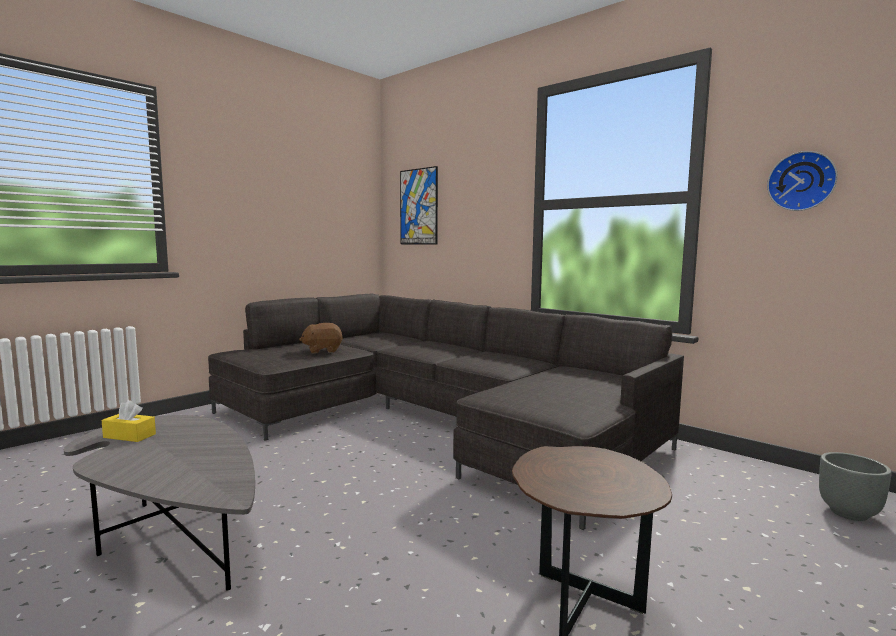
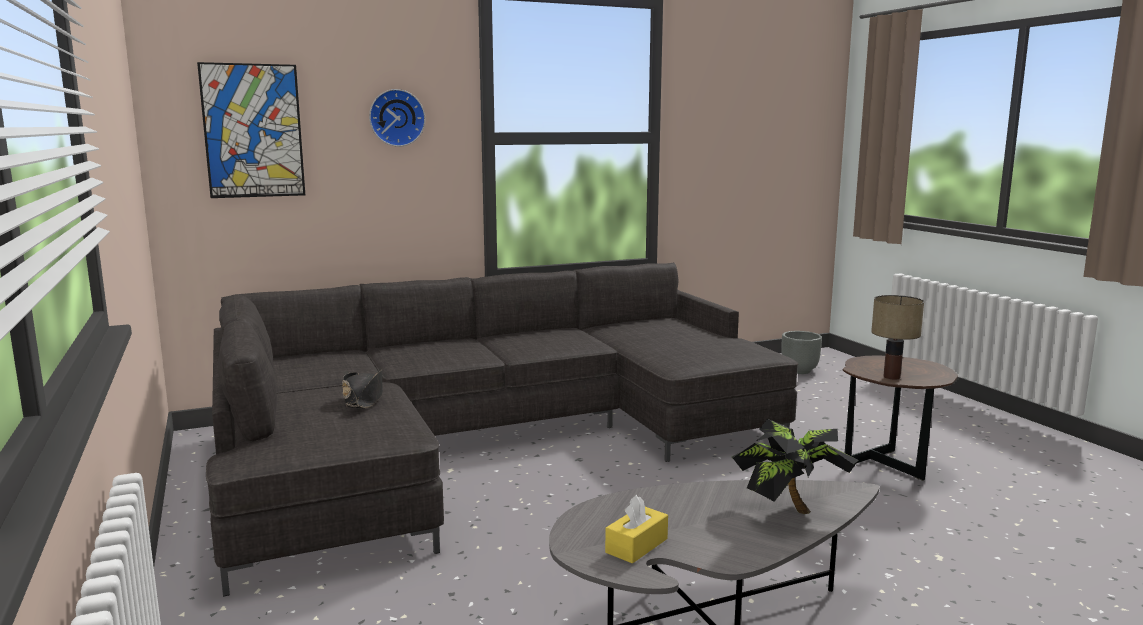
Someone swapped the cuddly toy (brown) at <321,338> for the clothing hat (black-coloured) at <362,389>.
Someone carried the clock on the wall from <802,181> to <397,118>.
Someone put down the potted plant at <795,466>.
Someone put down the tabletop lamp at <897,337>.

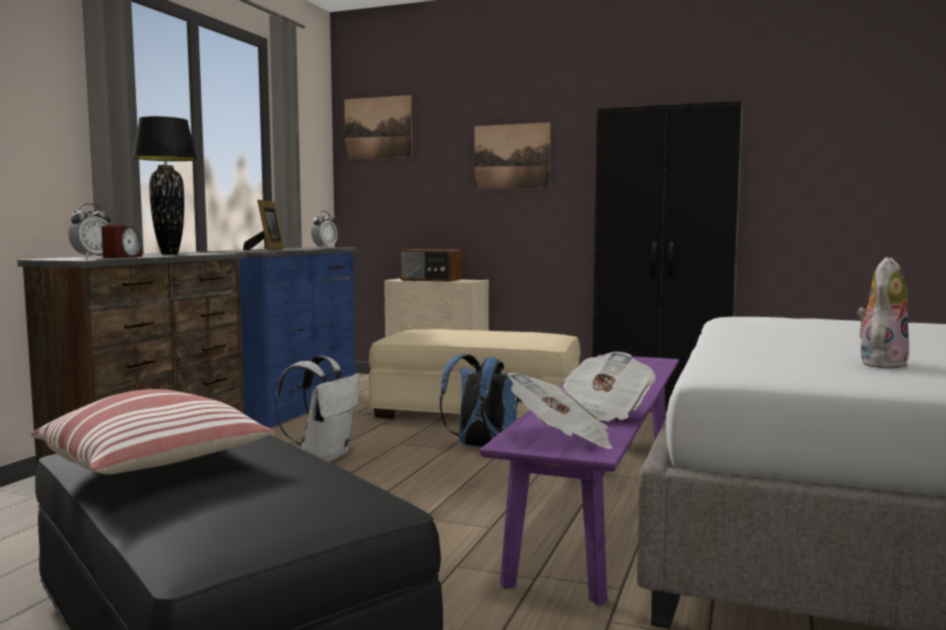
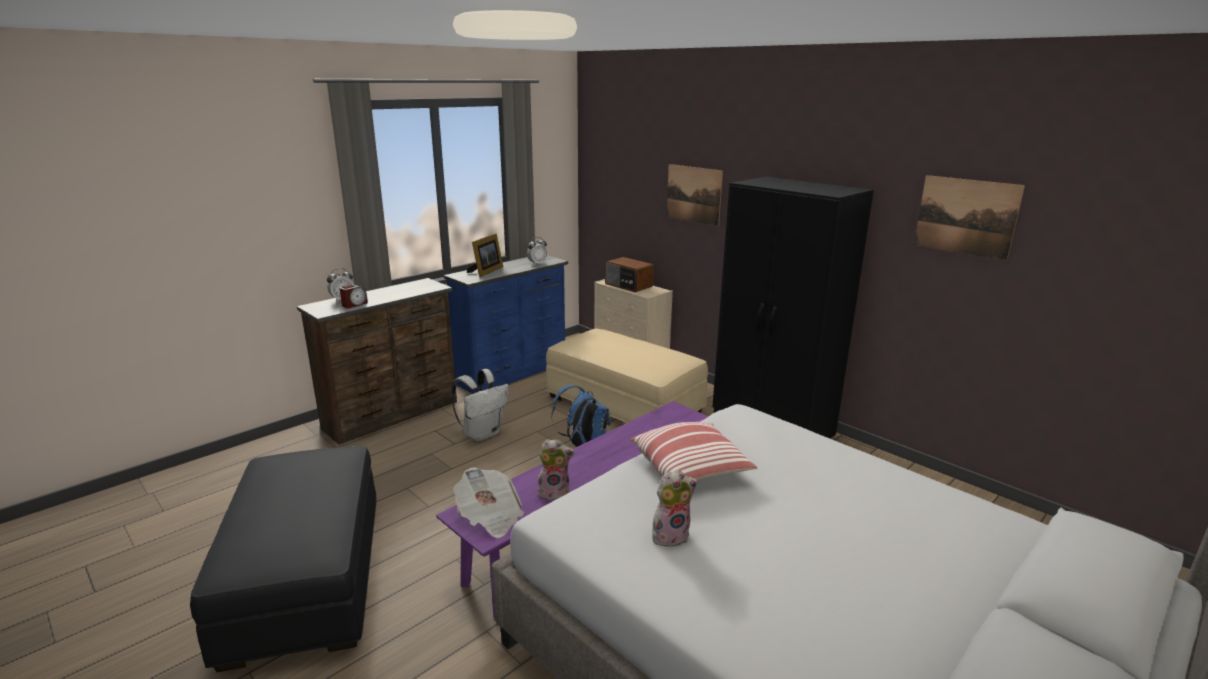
Someone swapped the newspaper at <609,386> for the cuddly toy at <556,469>.
Someone carried the cushion from <152,432> to <693,451>.
Someone carried the picture from <378,127> to <969,218>.
Someone took away the tabletop lamp (black-coloured) at <164,185>.

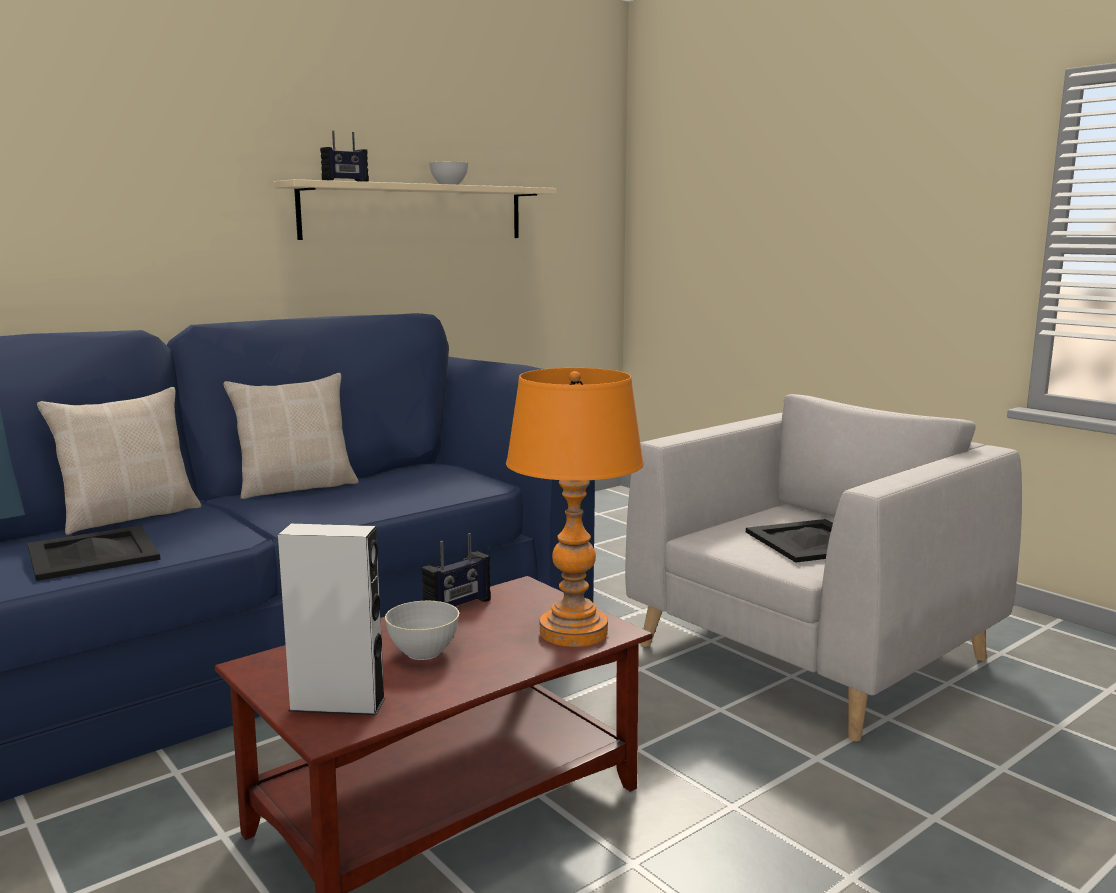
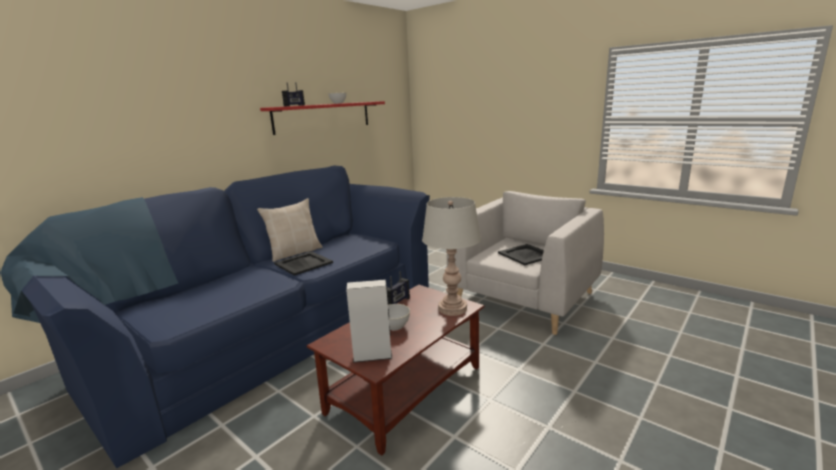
Someone repainted the wall shelf (beige) at <415,209>, which became the wall shelf (reddish) at <322,118>.
Someone carried the serving tray (black-coloured) from <94,553> to <303,263>.
Someone repainted the tabletop lamp (orange-coloured) at <575,507>, which became the tabletop lamp (greyish) at <451,256>.
Someone took away the cushion (beige) at <119,461>.

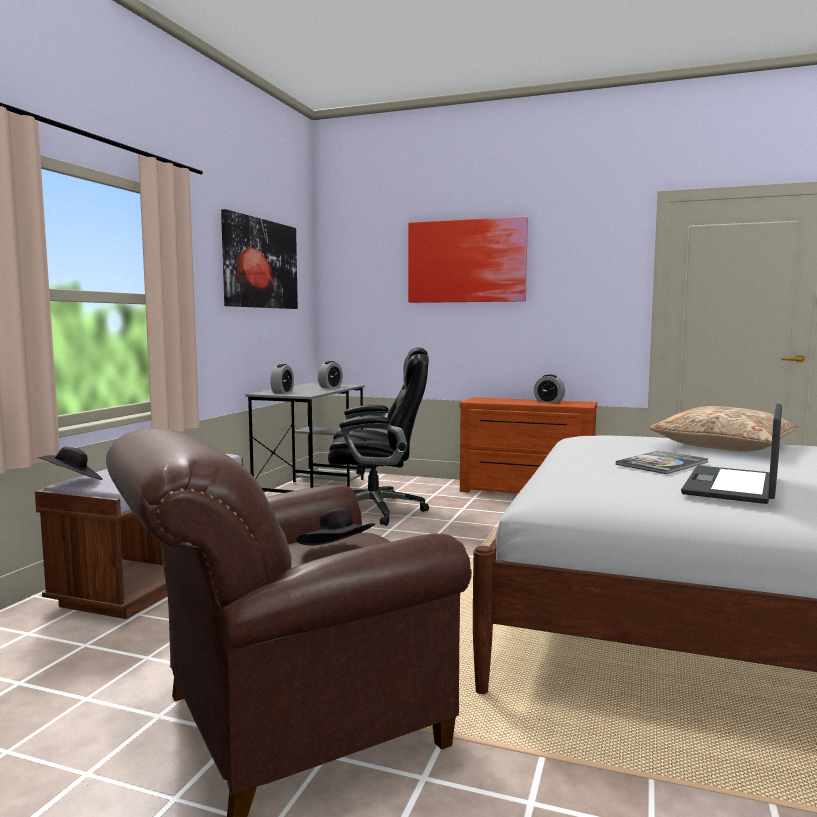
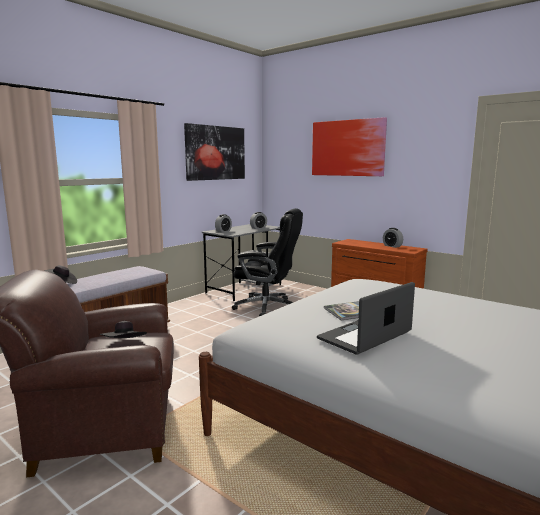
Someone took away the cushion (beige) at <724,429>.

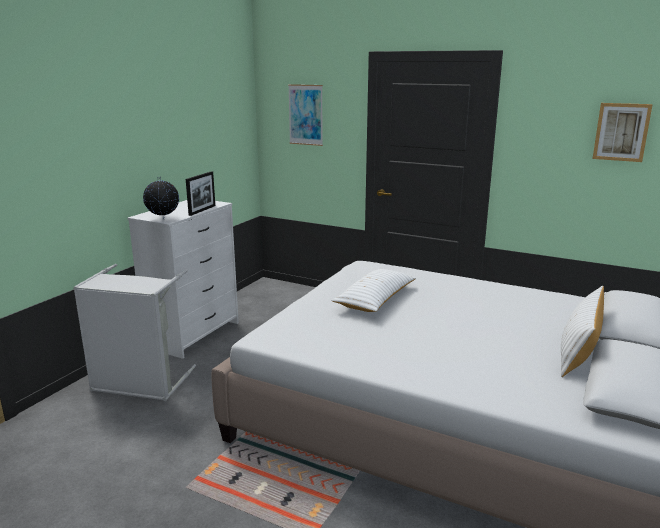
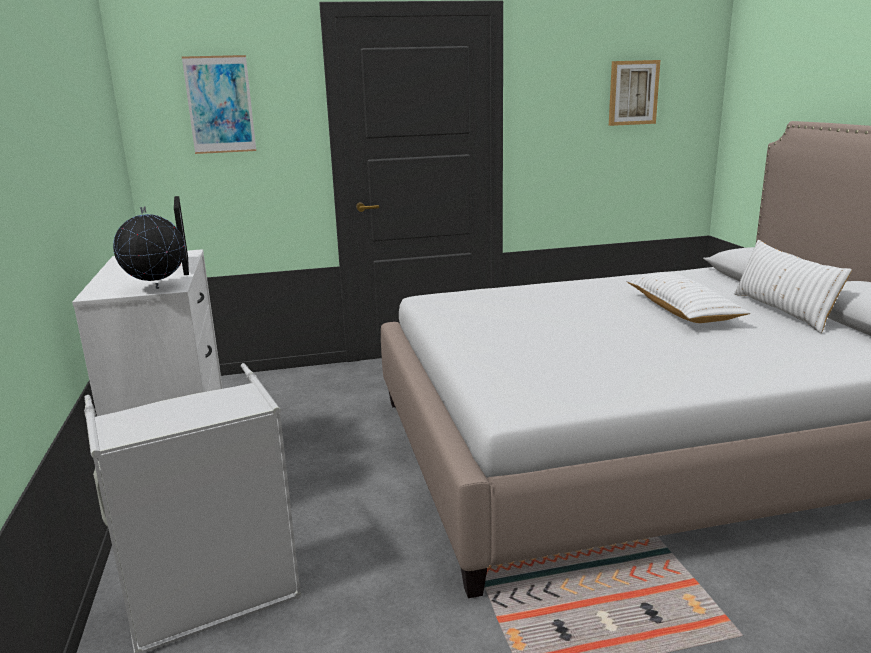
Someone carried the cushion (whitish) from <373,290> to <688,298>.

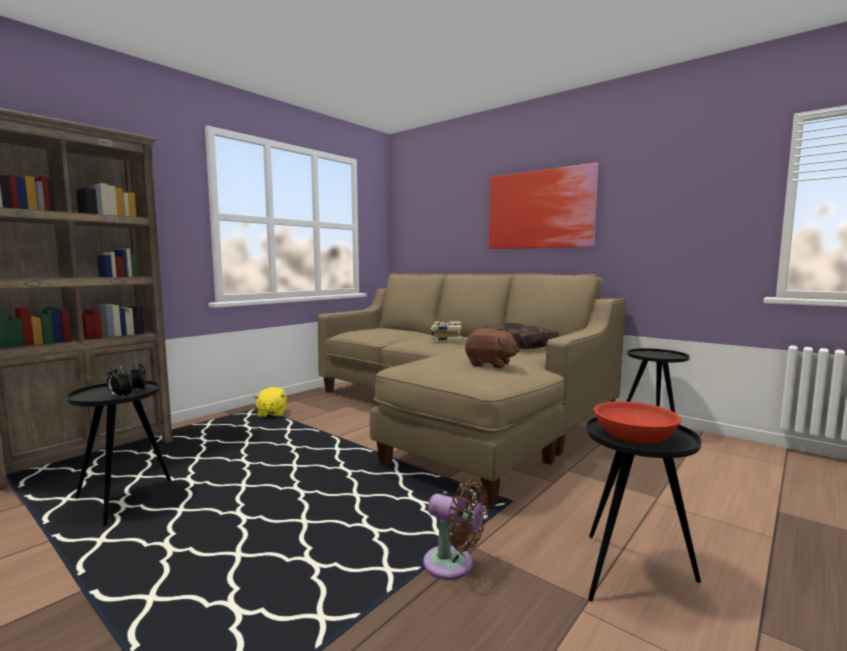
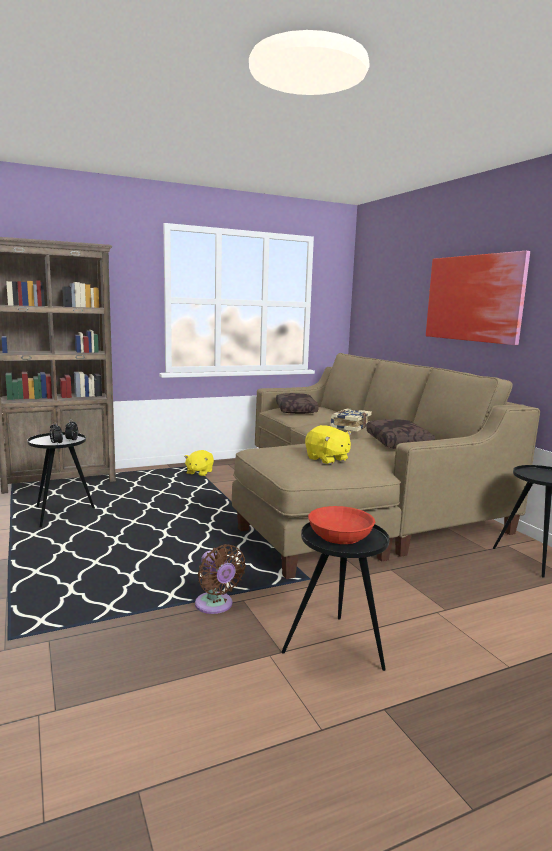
Someone put down the cushion (brown) at <297,403>.
Someone repainted the cuddly toy (brown) at <492,348>, which became the cuddly toy (yellowish) at <328,444>.

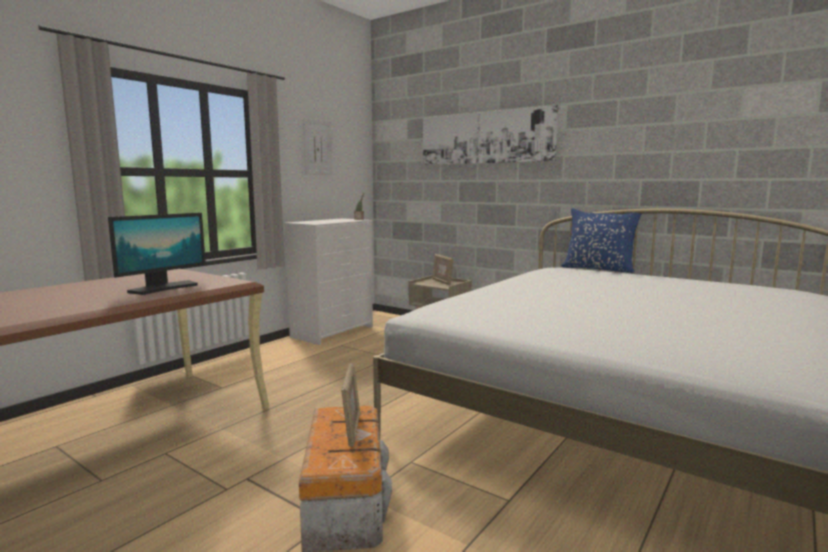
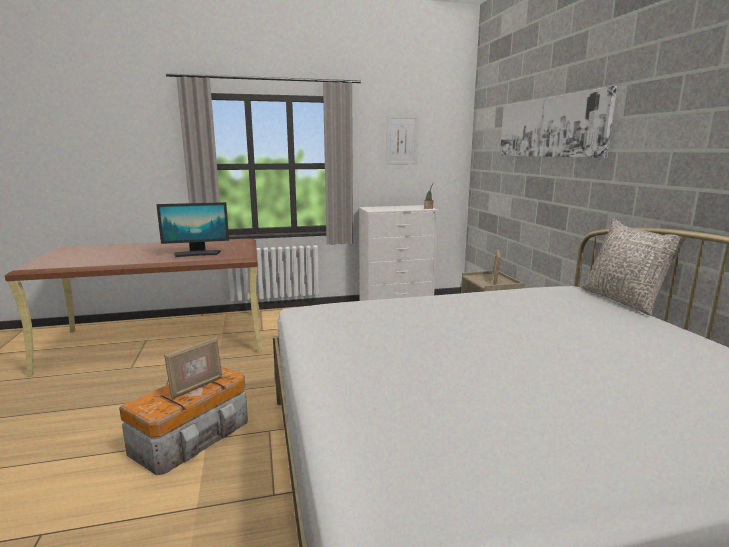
Someone repainted the cushion (blue-coloured) at <601,240>, which became the cushion (greyish) at <634,267>.

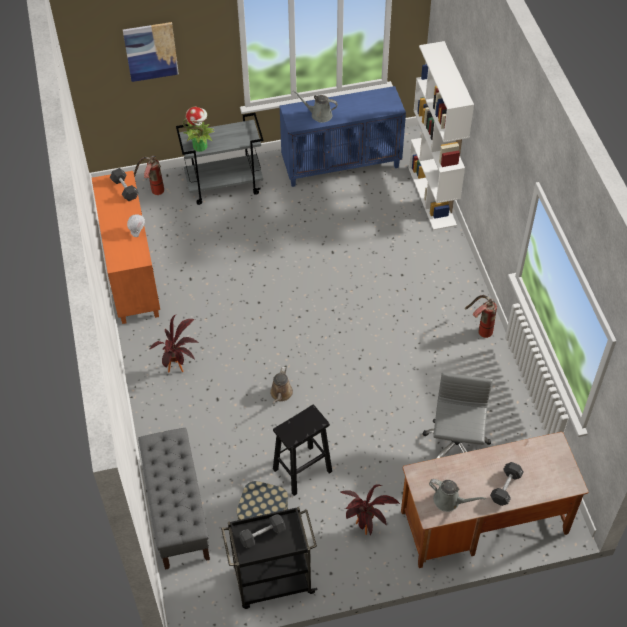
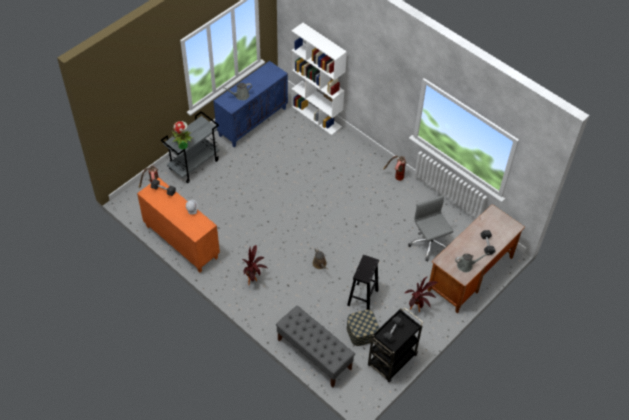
Someone took away the picture at <151,52>.

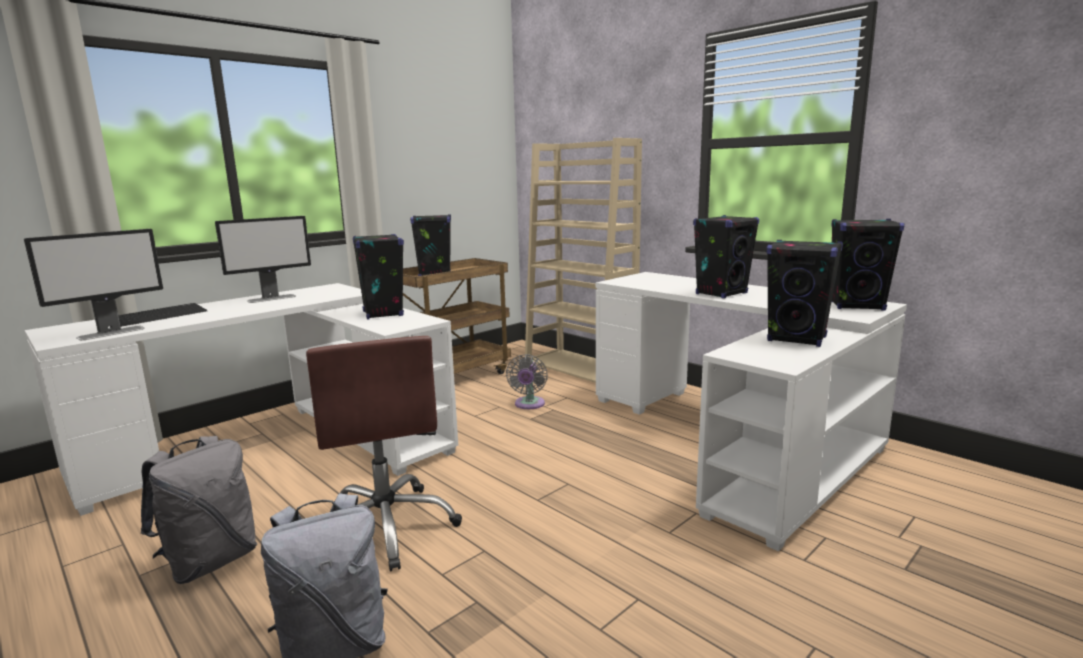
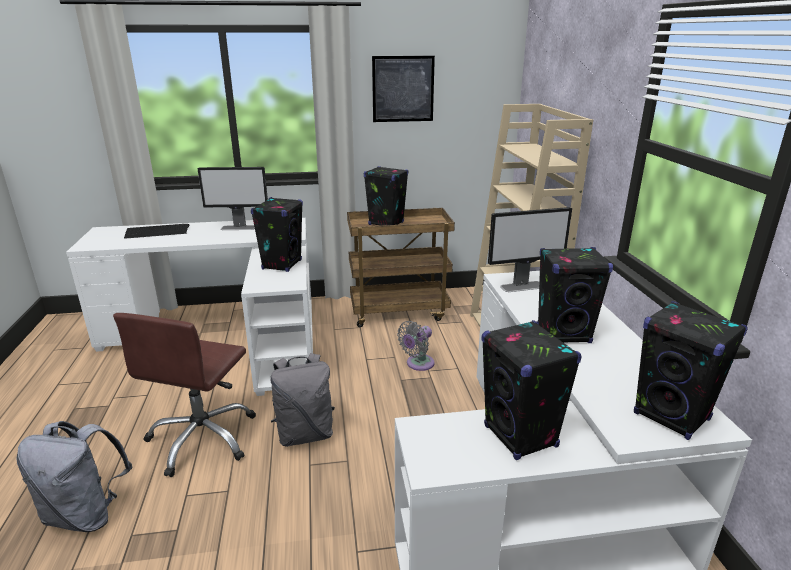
Someone carried the knapsack (greyish) from <199,510> to <303,400>.
Someone put up the picture at <403,89>.
Someone carried the computer screen from <93,284> to <530,249>.

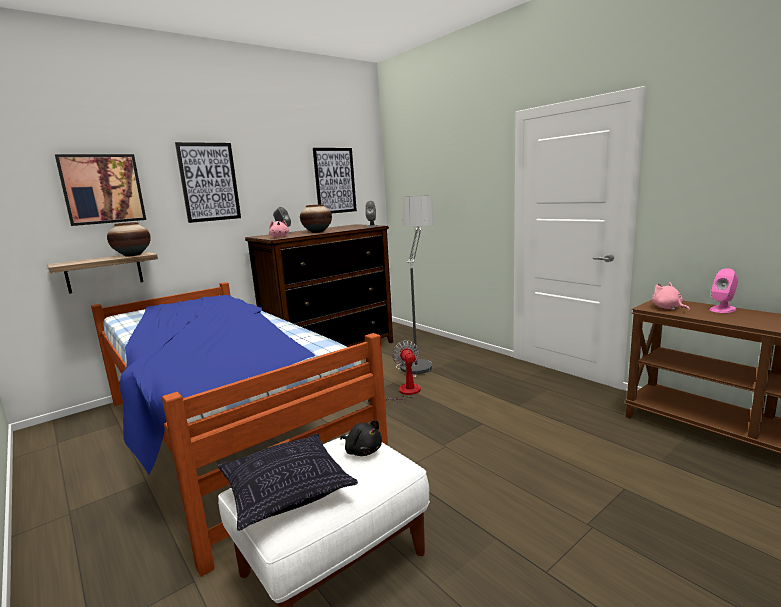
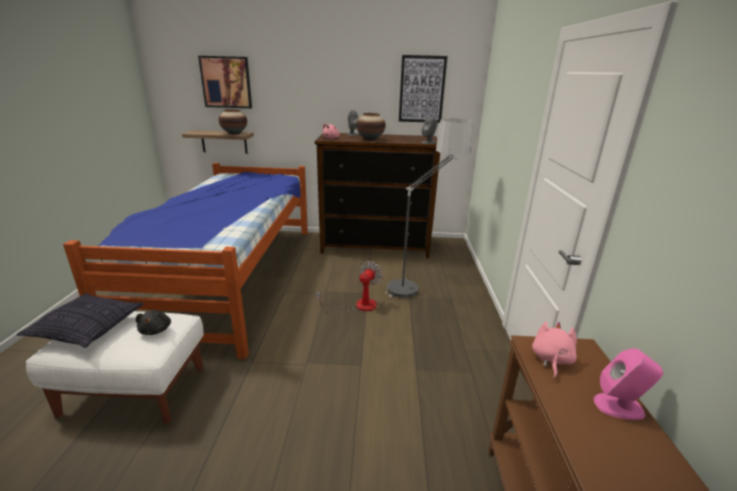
Someone took away the picture at <208,182>.

